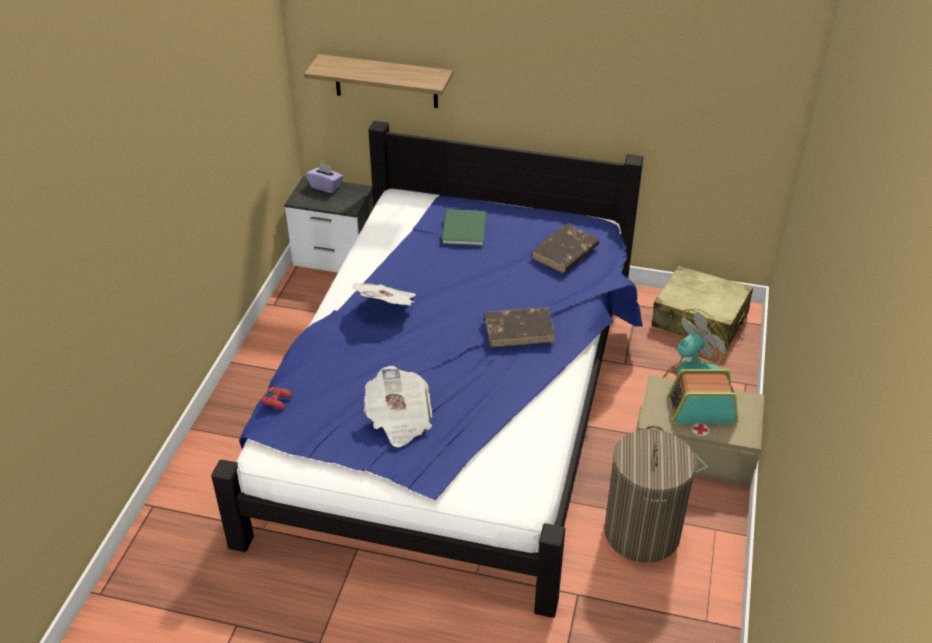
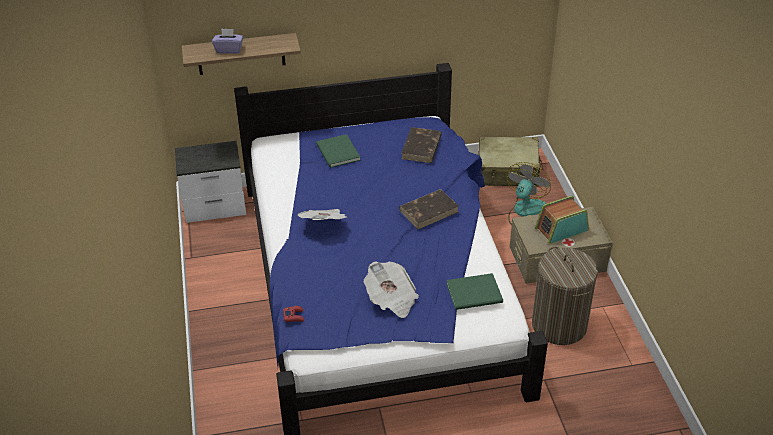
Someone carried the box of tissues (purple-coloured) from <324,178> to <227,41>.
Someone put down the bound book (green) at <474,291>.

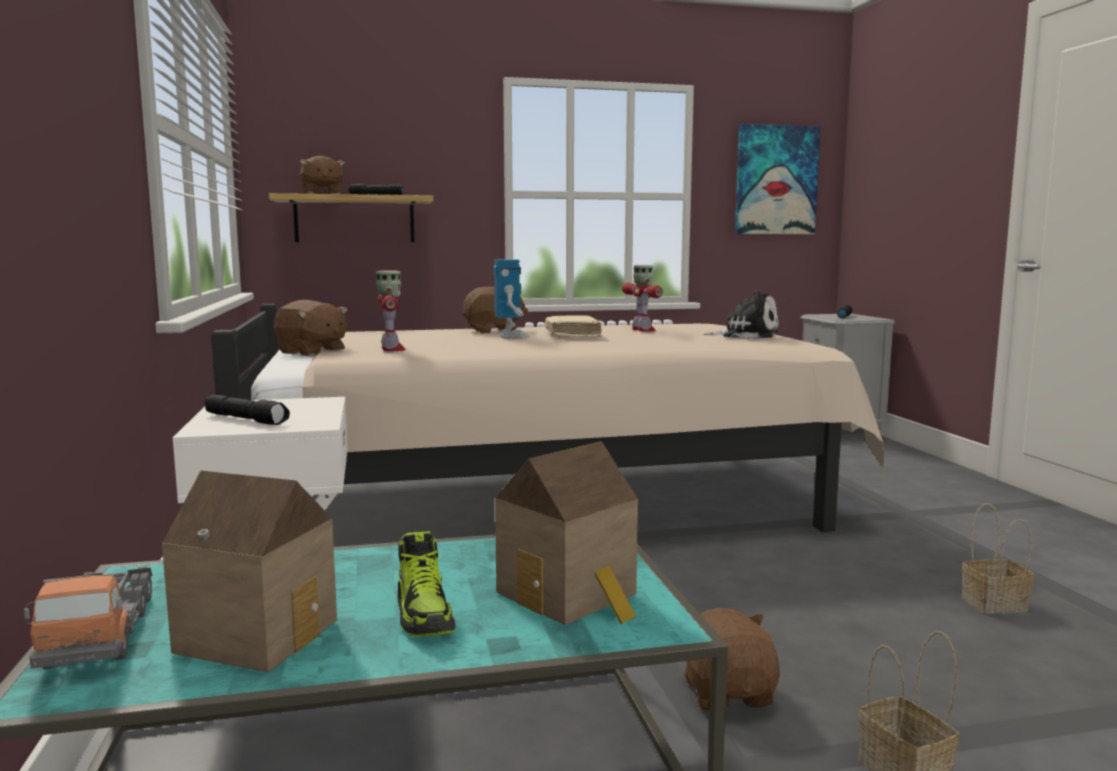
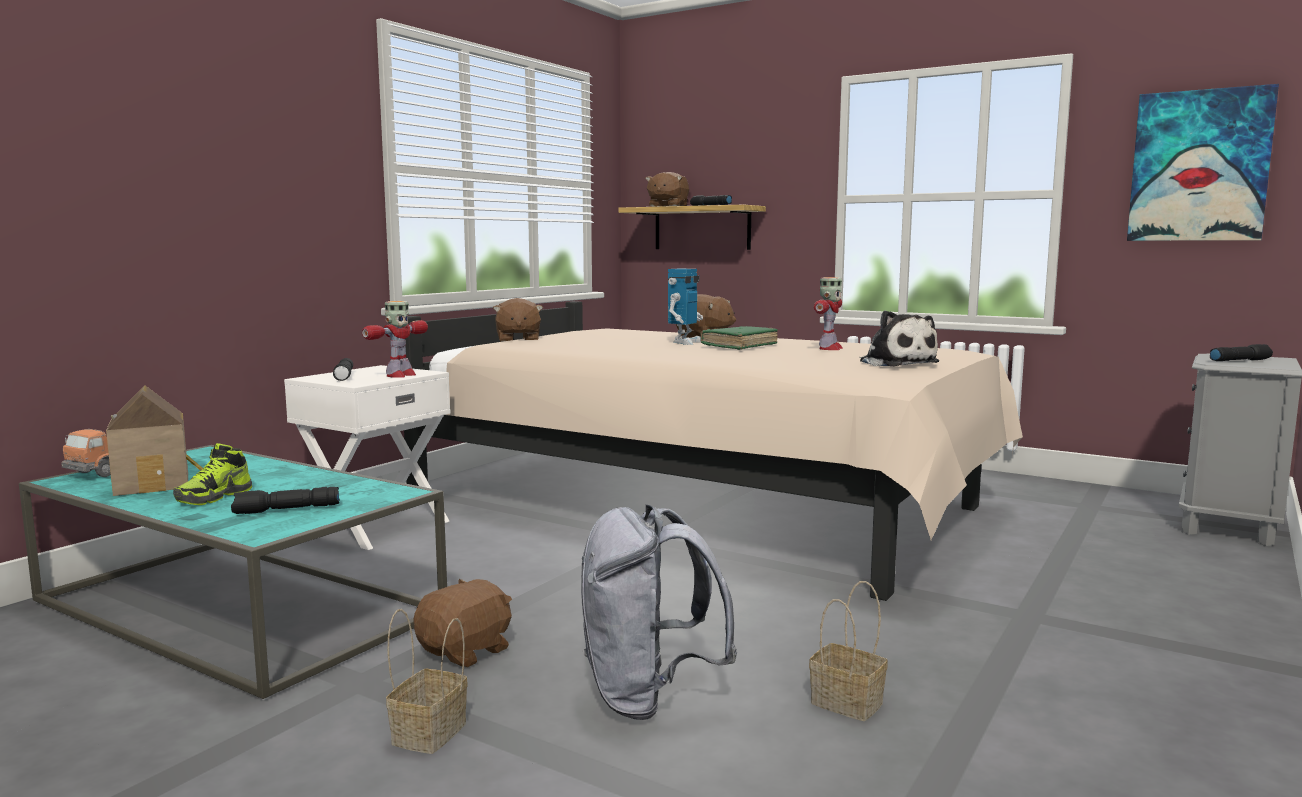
Someone swapped the model house at <566,533> for the torch (black-coloured) at <285,500>.
Someone carried the robot figure from <391,310> to <395,339>.
Someone put down the knapsack (greyish) at <659,612>.
Someone repainted the bound book (beige) at <573,326>, which became the bound book (green) at <739,338>.

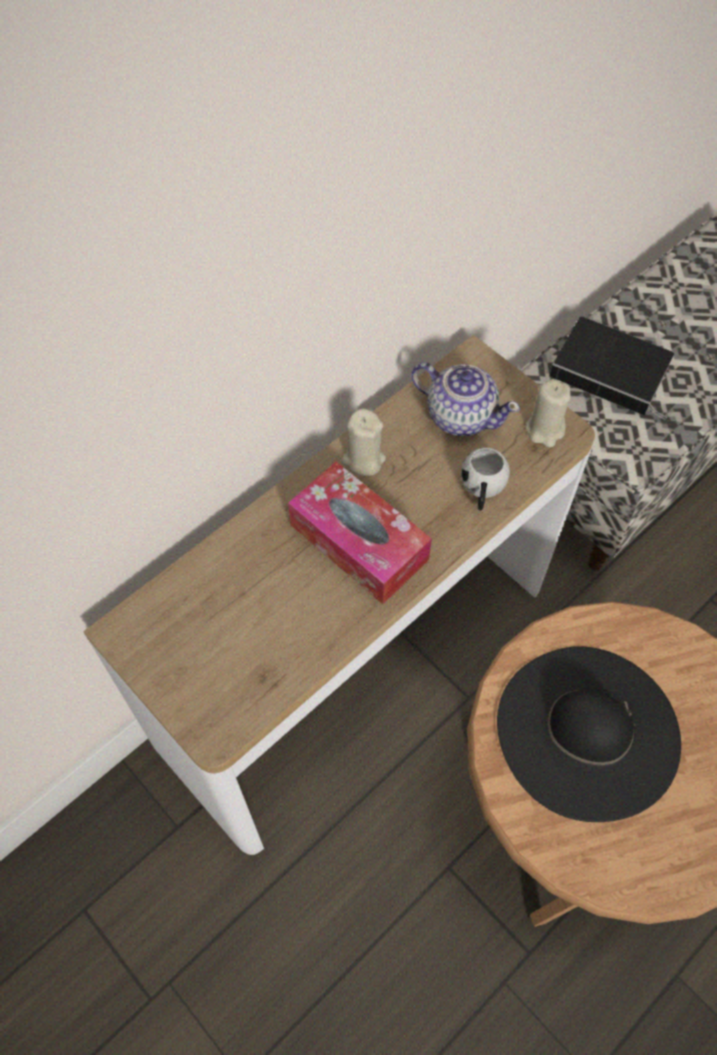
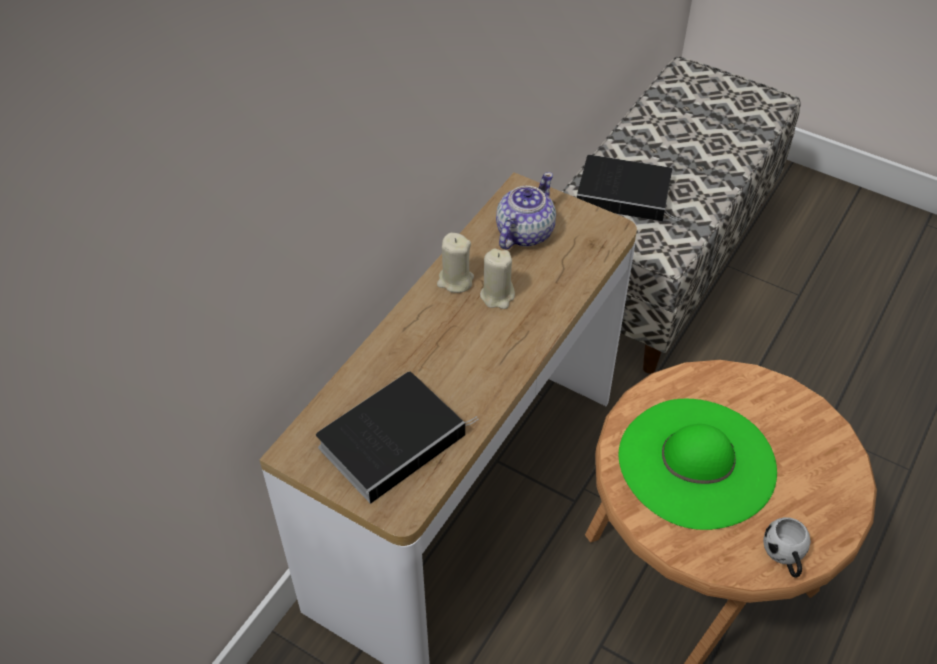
Someone put down the bound book at <397,438>.
Someone carried the wax candle (beige) from <548,413> to <497,278>.
Someone rotated the teapot at <465,399> by 75 degrees counterclockwise.
Someone repainted the clothing hat (black-coloured) at <589,734>, which became the clothing hat (green) at <697,464>.
Someone carried the mug (whitish) from <485,478> to <787,547>.
Someone took away the box of tissues at <360,533>.

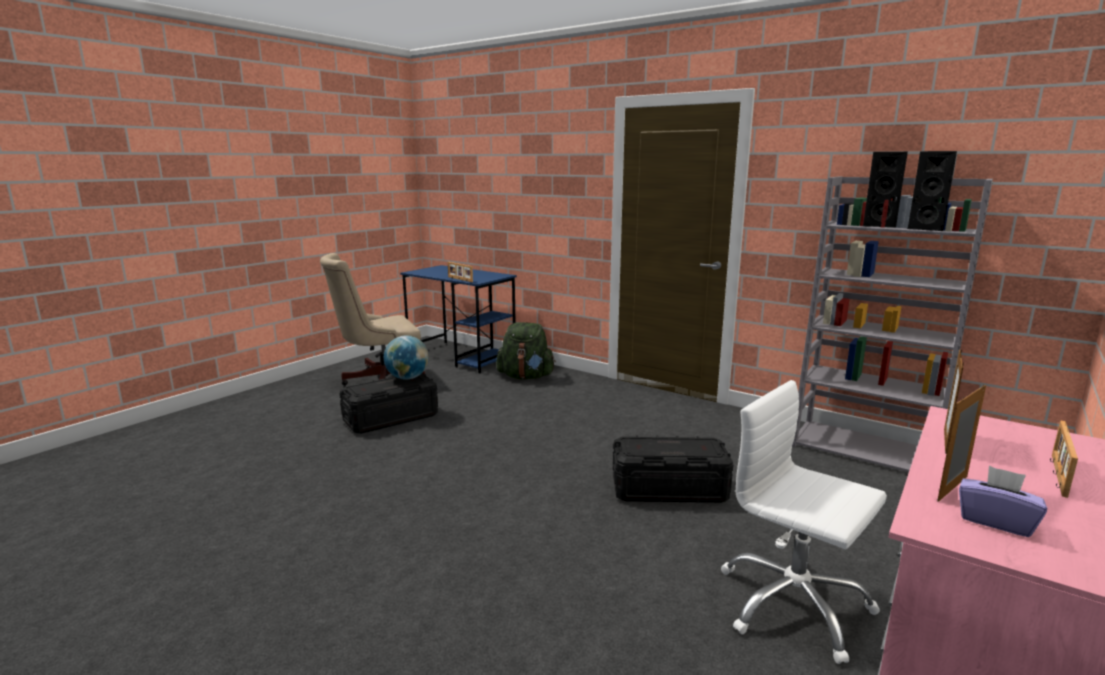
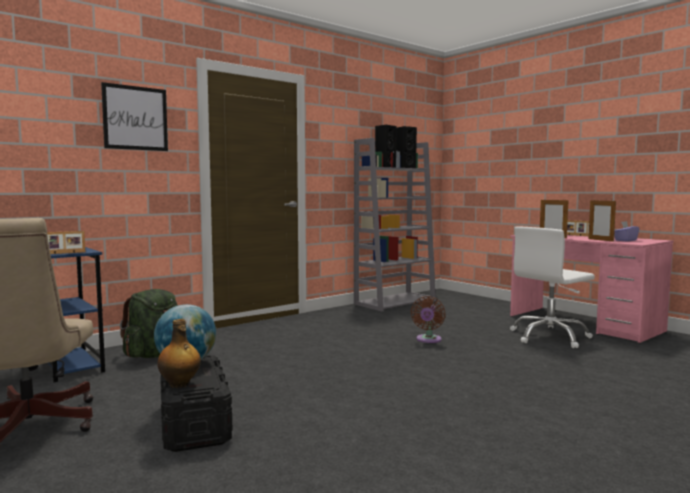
Someone put up the picture at <134,116>.
Someone put down the bottle at <179,353>.
Someone swapped the storage bin (black-coloured) at <673,469> for the fan (brown) at <428,319>.

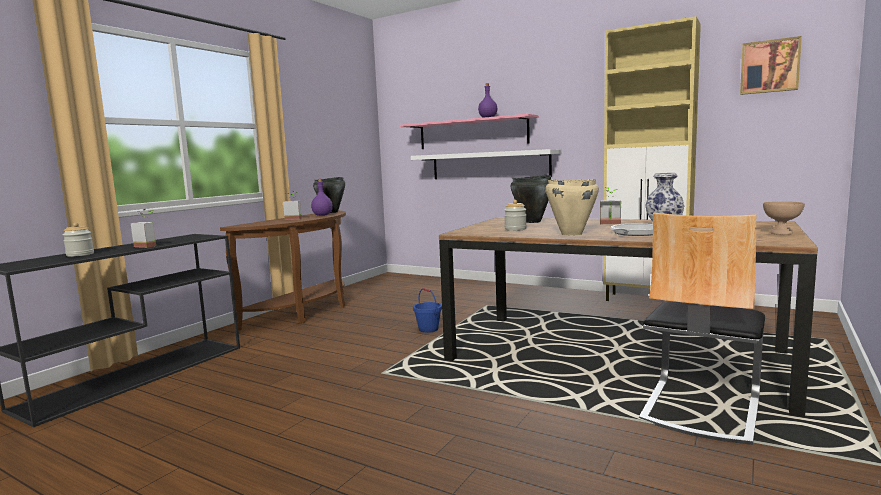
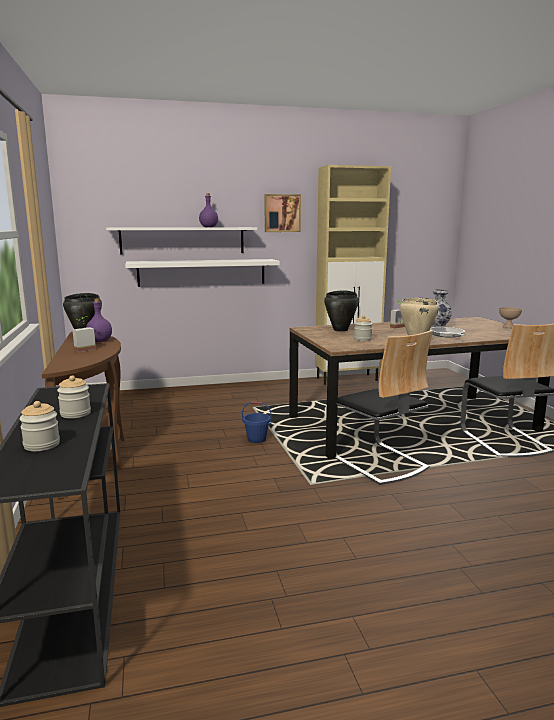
Someone swapped the potted plant at <143,228> for the storage jar at <74,396>.
Someone repainted the wall shelf (pink-coloured) at <469,131>, which became the wall shelf (whitish) at <181,240>.
Someone carried the picture from <771,65> to <283,213>.
Someone put down the chair at <384,407>.

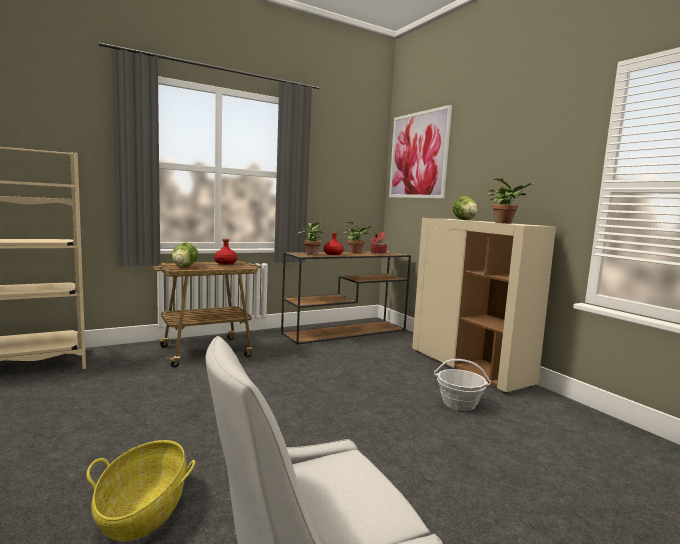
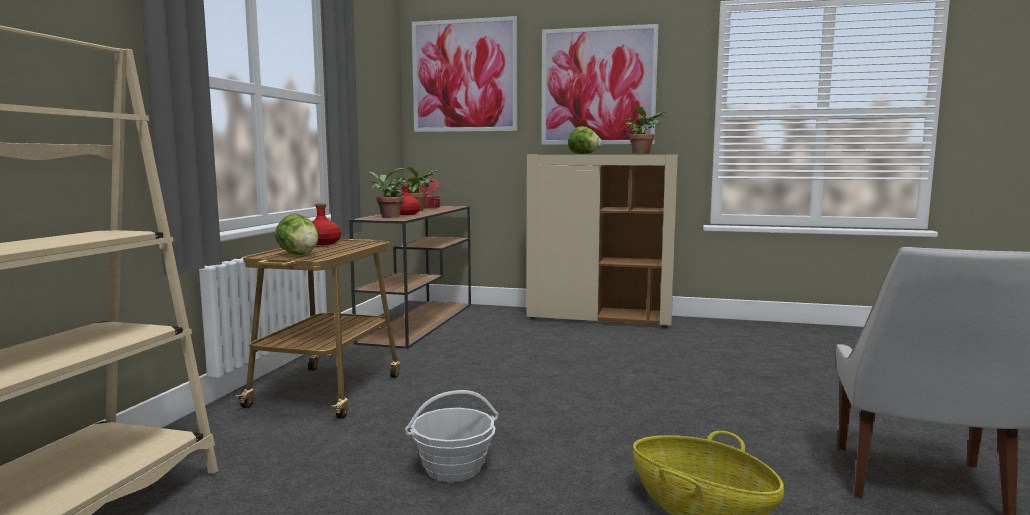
Someone carried the household basket from <462,385> to <451,436>.
Someone put up the picture at <599,84>.

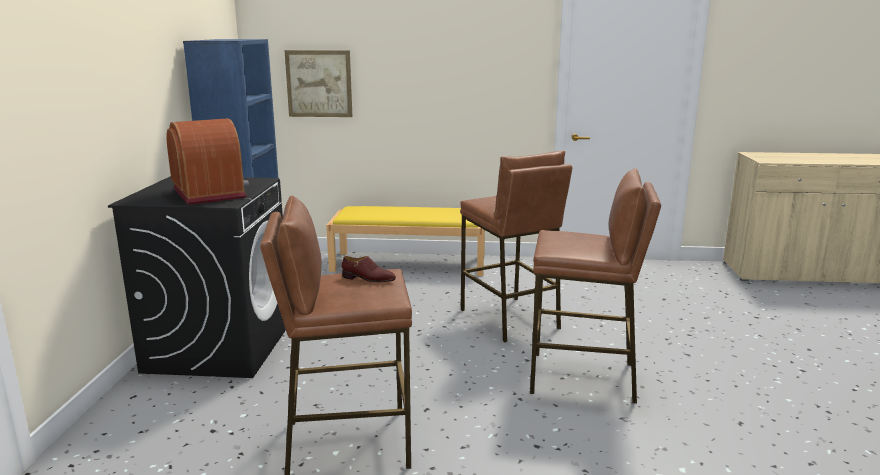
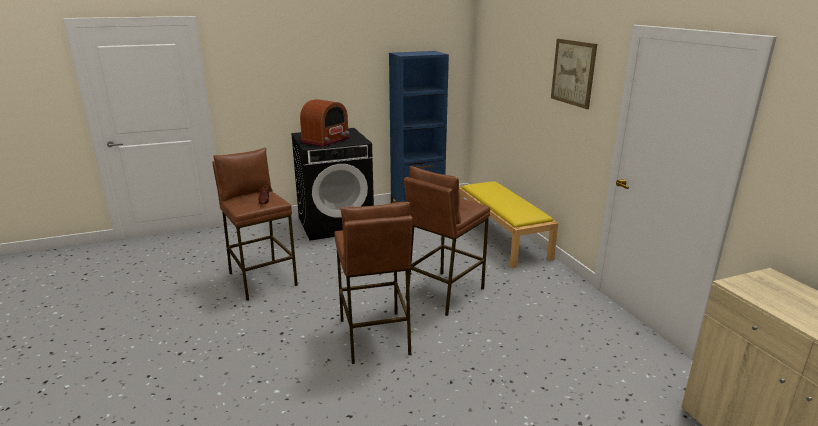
Someone carried the picture from <318,83> to <574,74>.

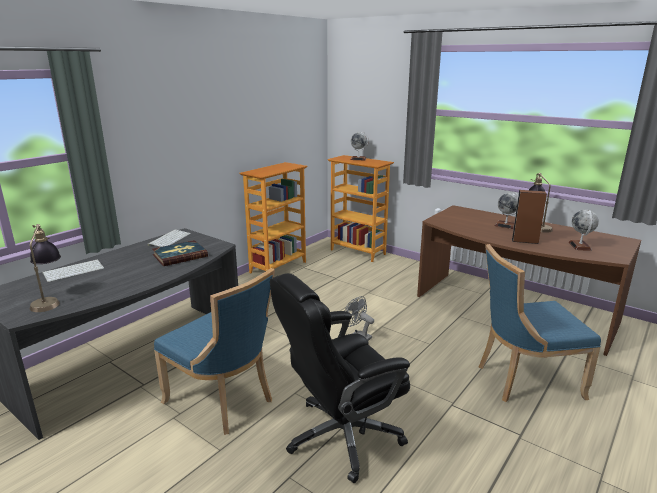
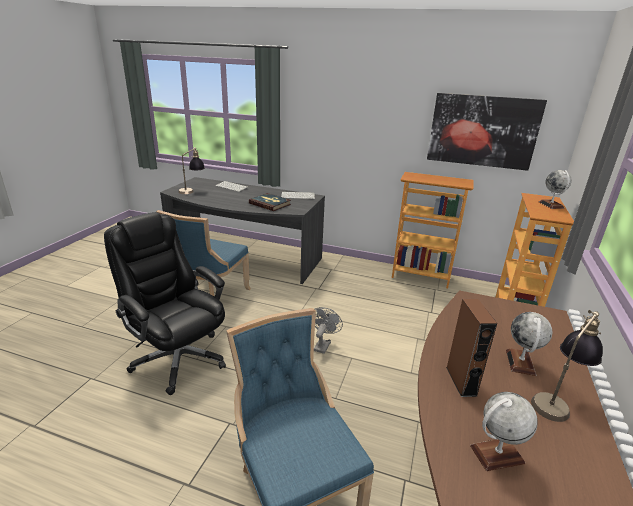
Someone put up the picture at <487,132>.

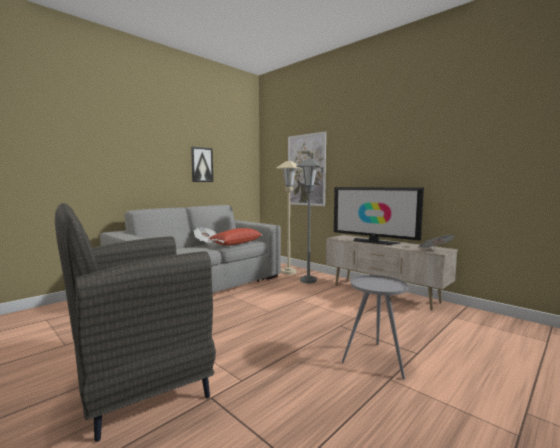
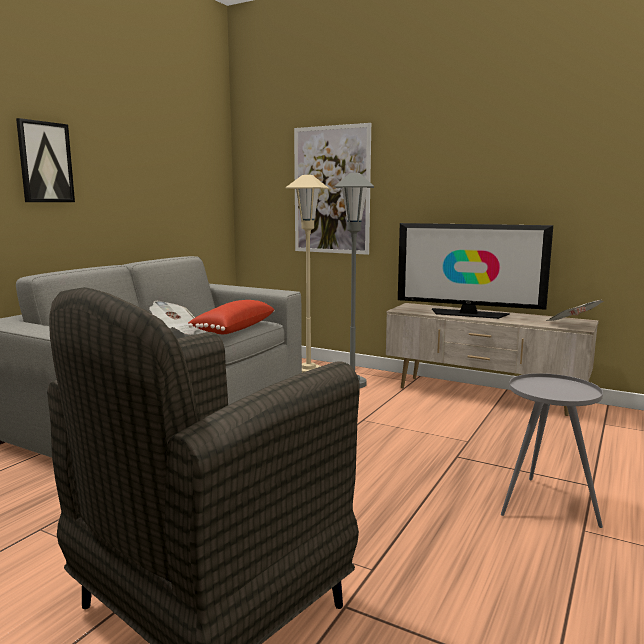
Someone carried the picture from <202,164> to <45,160>.

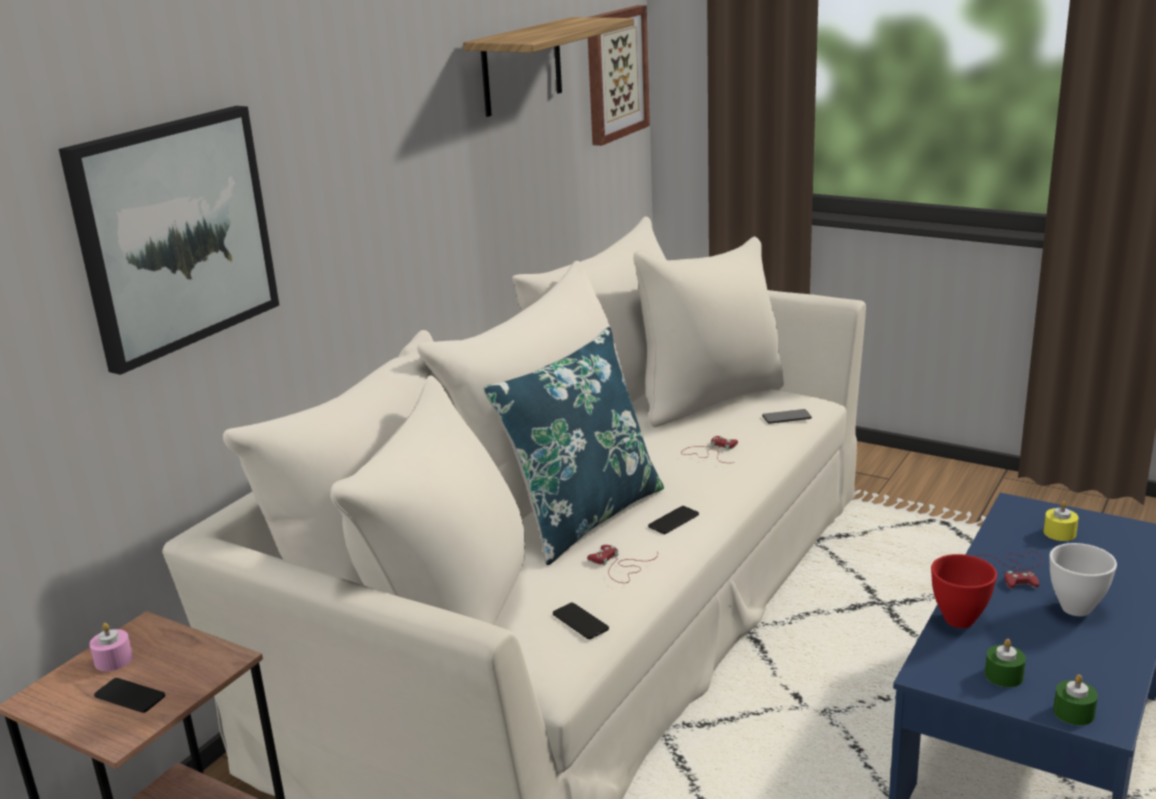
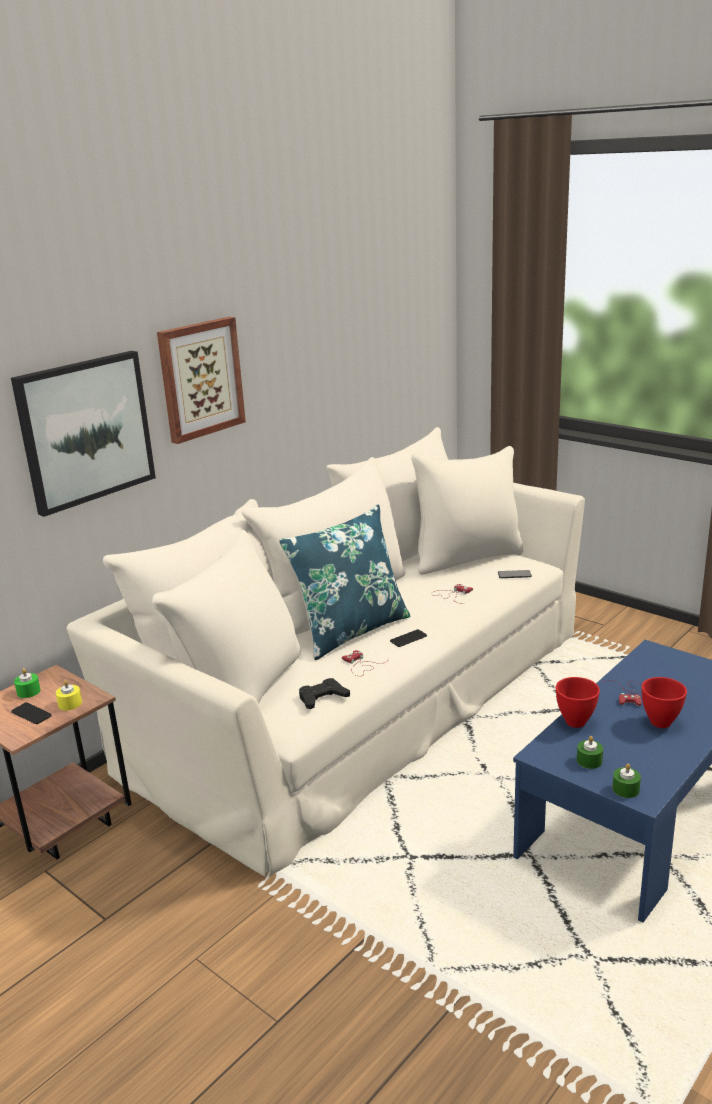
Someone repainted the wax candle (pink-coloured) at <111,647>, which became the wax candle (green) at <27,683>.
Someone carried the wax candle (yellowish) from <1061,521> to <69,695>.
Someone carried the picture from <619,75> to <201,380>.
Someone swapped the phone at <581,621> for the gamepad (black-coloured) at <324,693>.
Someone repainted the deep dish (whitish) at <1083,579>, which became the deep dish (reddish) at <664,702>.
Someone took away the wall shelf at <548,67>.

